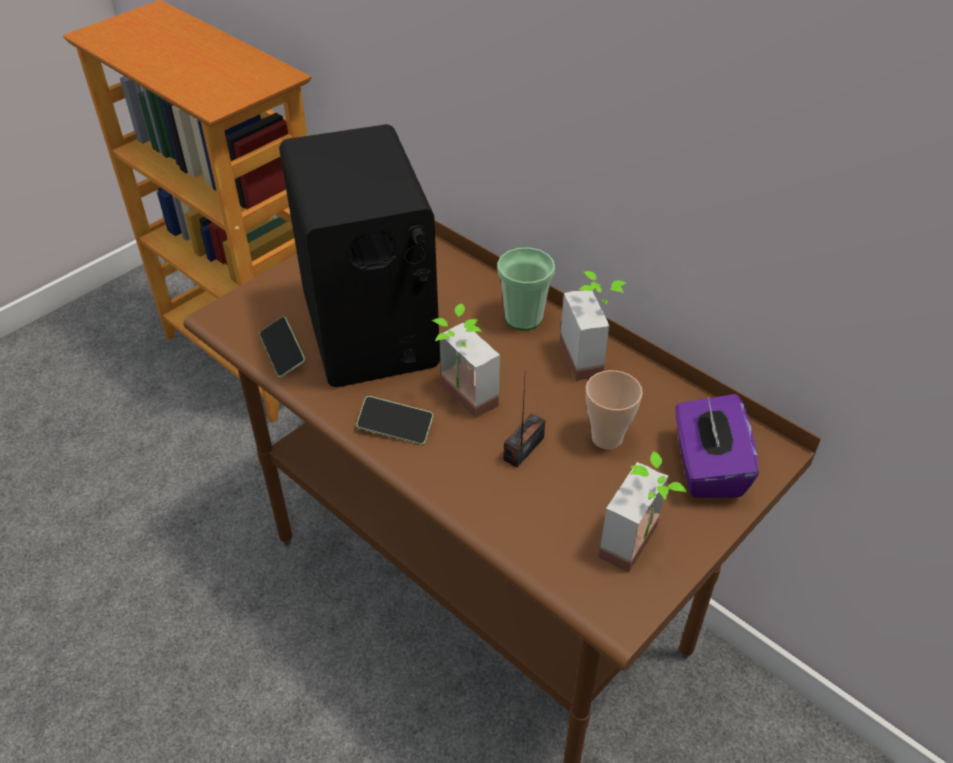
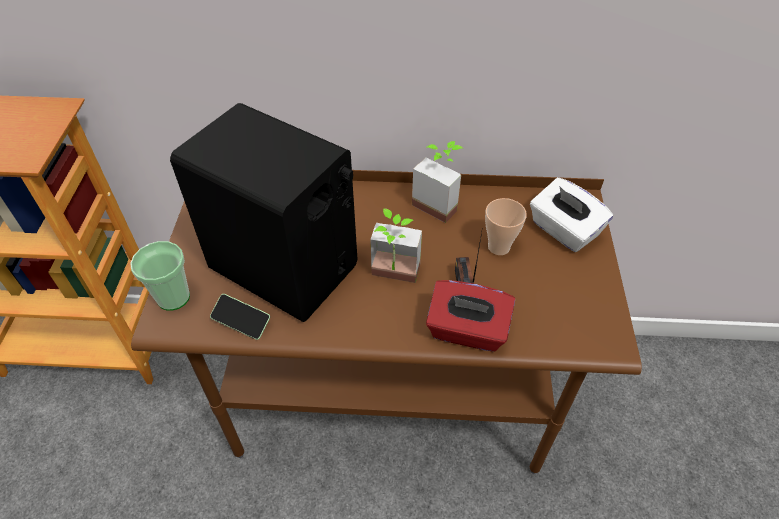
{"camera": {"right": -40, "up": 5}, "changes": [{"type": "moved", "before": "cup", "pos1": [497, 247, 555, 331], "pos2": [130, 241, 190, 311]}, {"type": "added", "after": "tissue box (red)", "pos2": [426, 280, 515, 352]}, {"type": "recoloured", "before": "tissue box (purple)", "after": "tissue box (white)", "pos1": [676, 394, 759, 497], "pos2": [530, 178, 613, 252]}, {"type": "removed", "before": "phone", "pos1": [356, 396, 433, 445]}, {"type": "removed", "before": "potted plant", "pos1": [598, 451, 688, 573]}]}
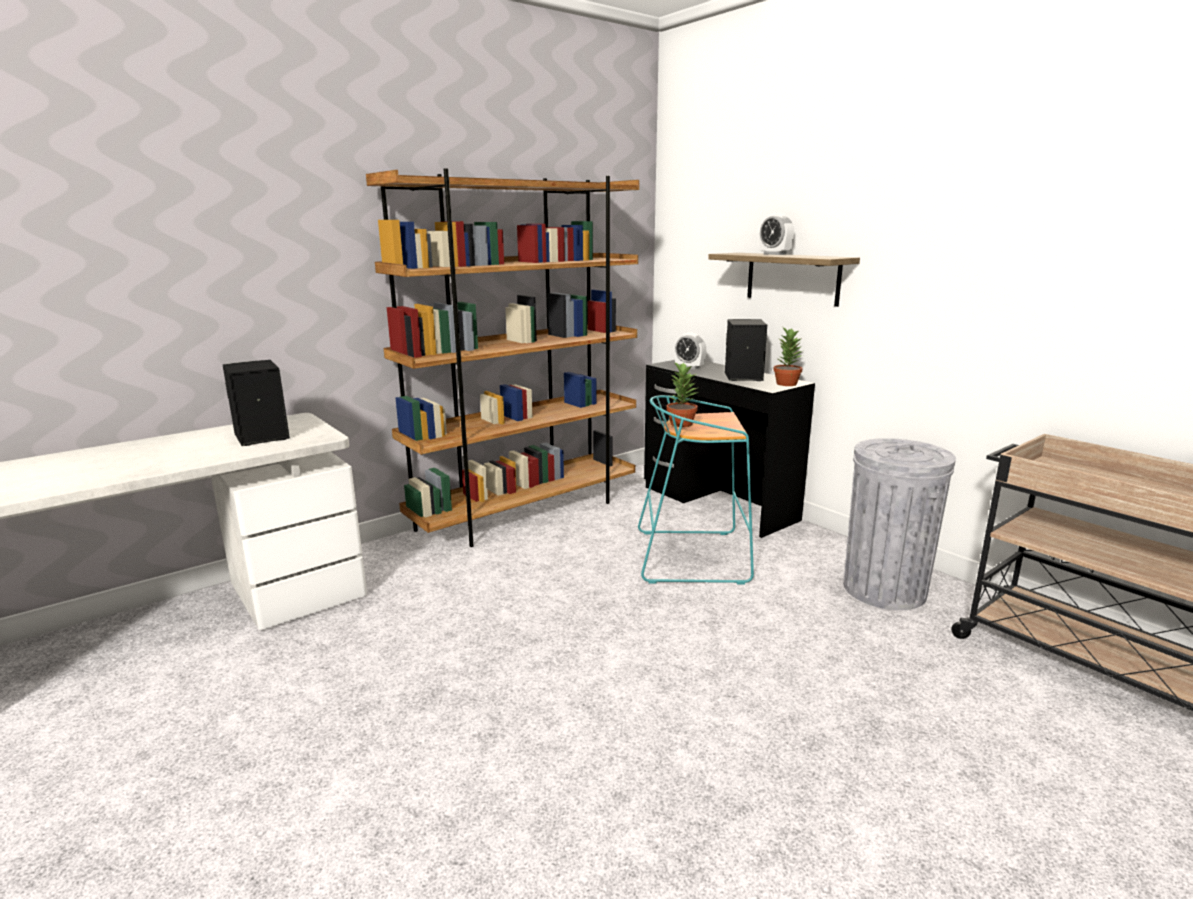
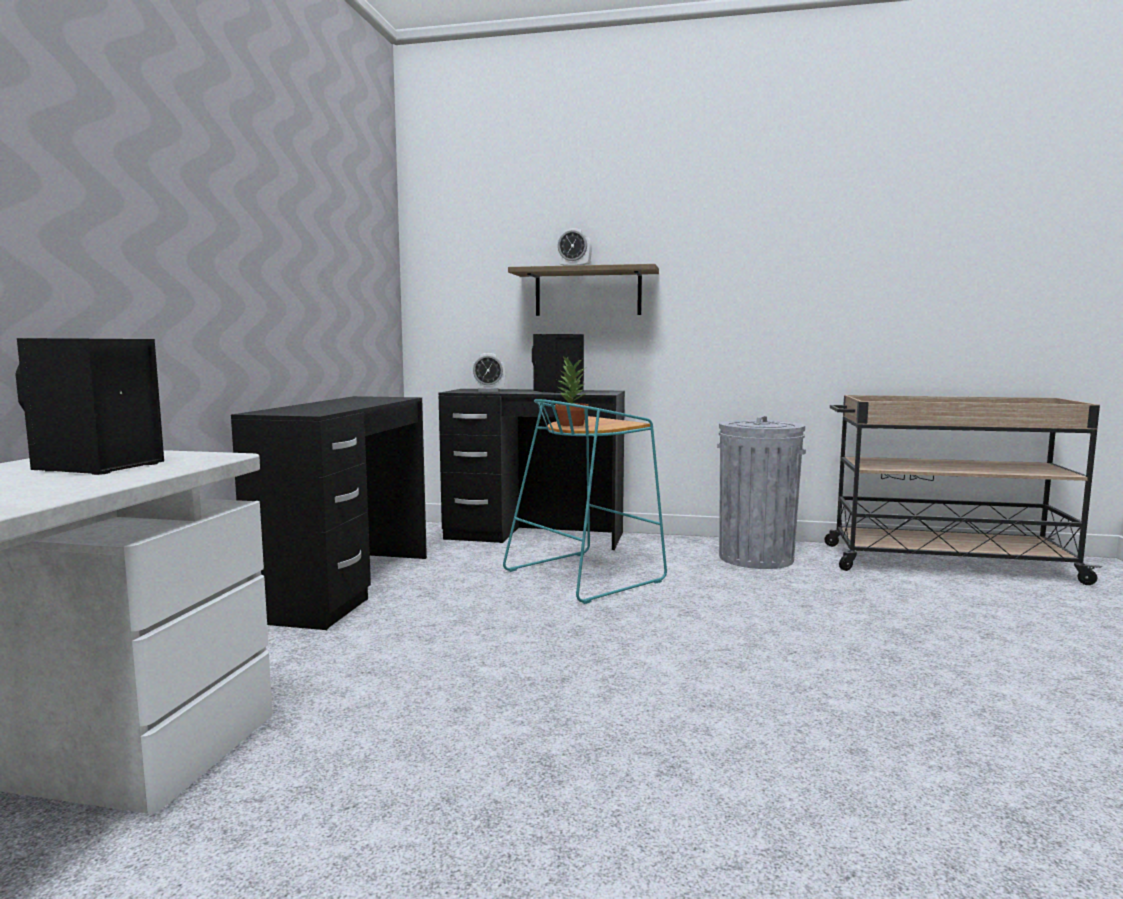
{"camera": {"right": -40, "up": -10}, "changes": [{"type": "replaced", "before": "bookcase (brown)", "after": "desk (black)", "pos1": [366, 168, 639, 547], "pos2": [231, 396, 427, 630]}, {"type": "removed", "before": "potted plant", "pos1": [773, 328, 803, 386]}]}
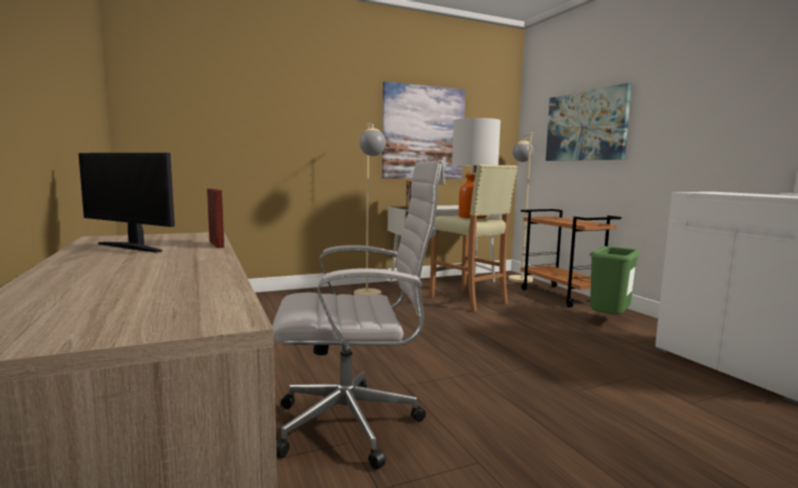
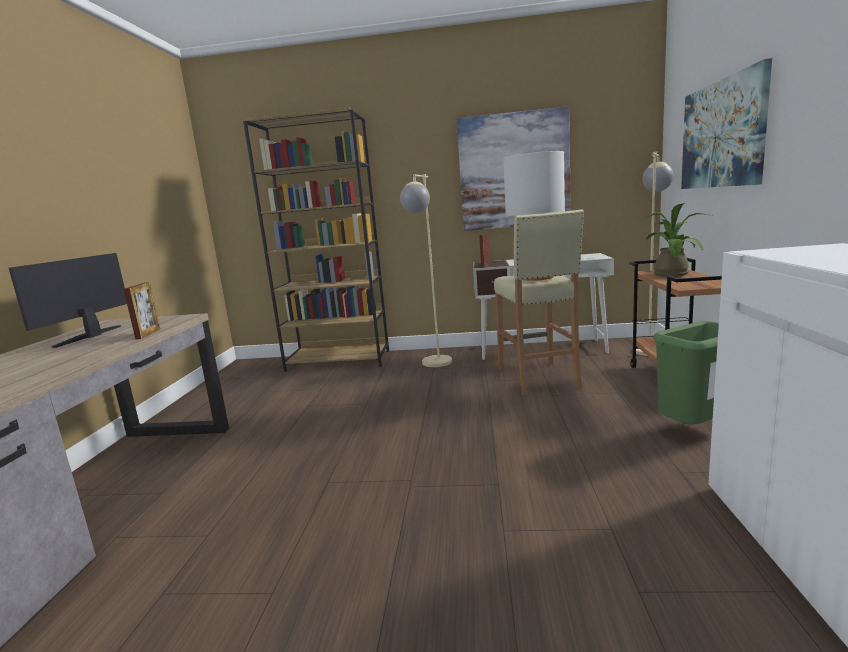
{"camera": {"right": 30, "up": 5}, "changes": [{"type": "turned", "before": "monitor", "pos1": [78, 153, 175, 253], "pos2": [9, 253, 127, 348], "turn": 45}, {"type": "added", "after": "bookcase (brown)", "pos2": [243, 108, 389, 372]}, {"type": "added", "after": "potted plant", "pos2": [642, 203, 712, 277]}, {"type": "removed", "before": "office chair (white)", "pos1": [272, 160, 445, 470]}]}
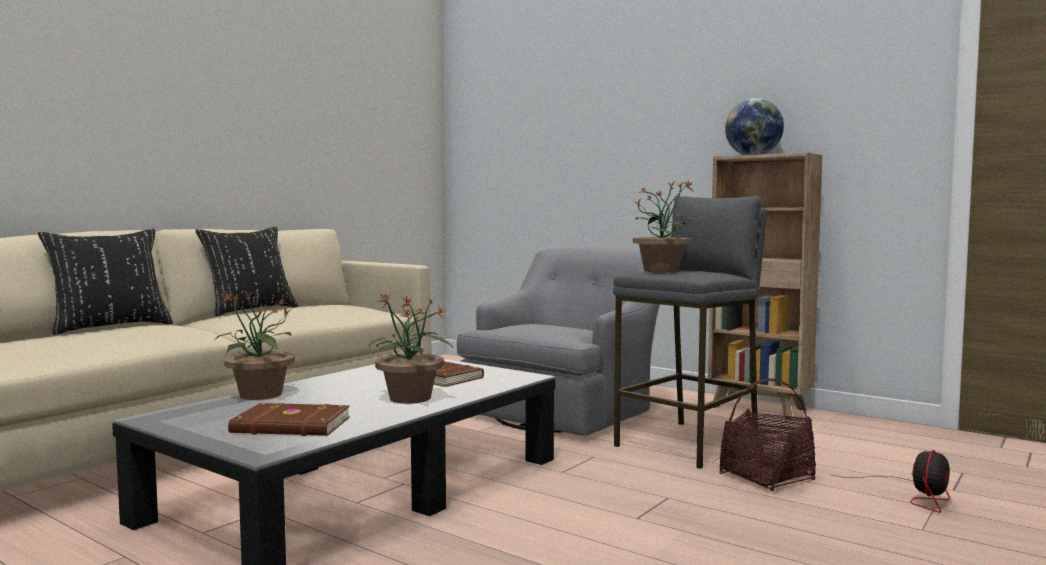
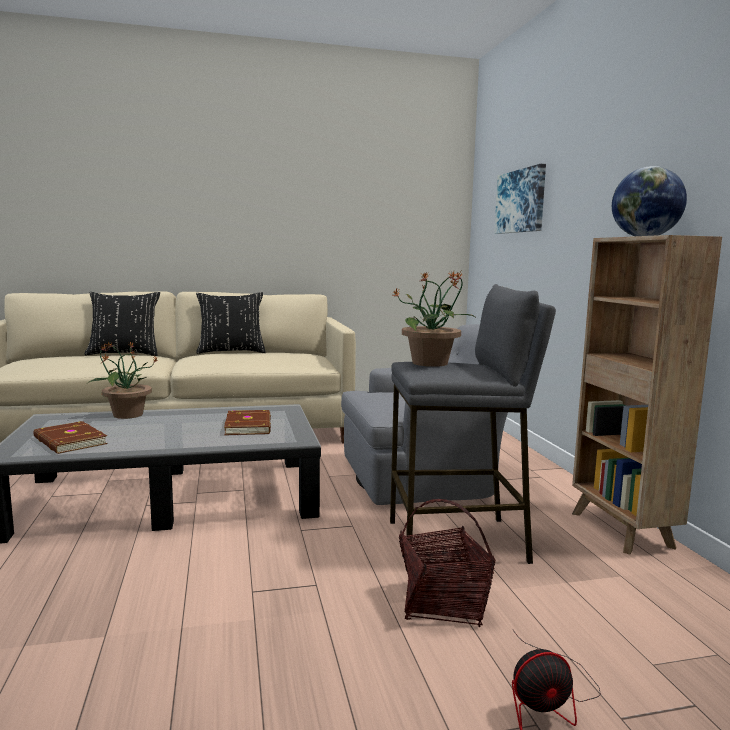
{"camera": {"right": 40, "up": 5}, "changes": [{"type": "added", "after": "picture", "pos2": [494, 164, 546, 234]}, {"type": "removed", "before": "potted plant", "pos1": [369, 293, 453, 404]}]}
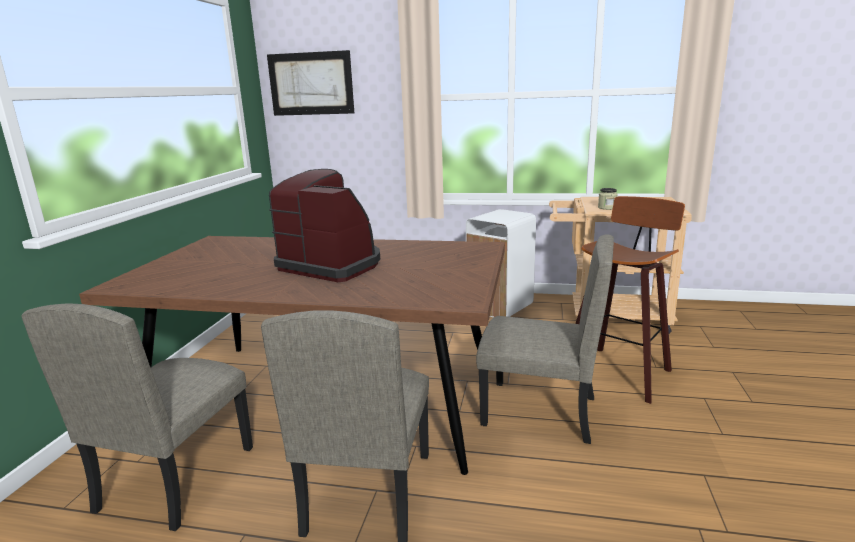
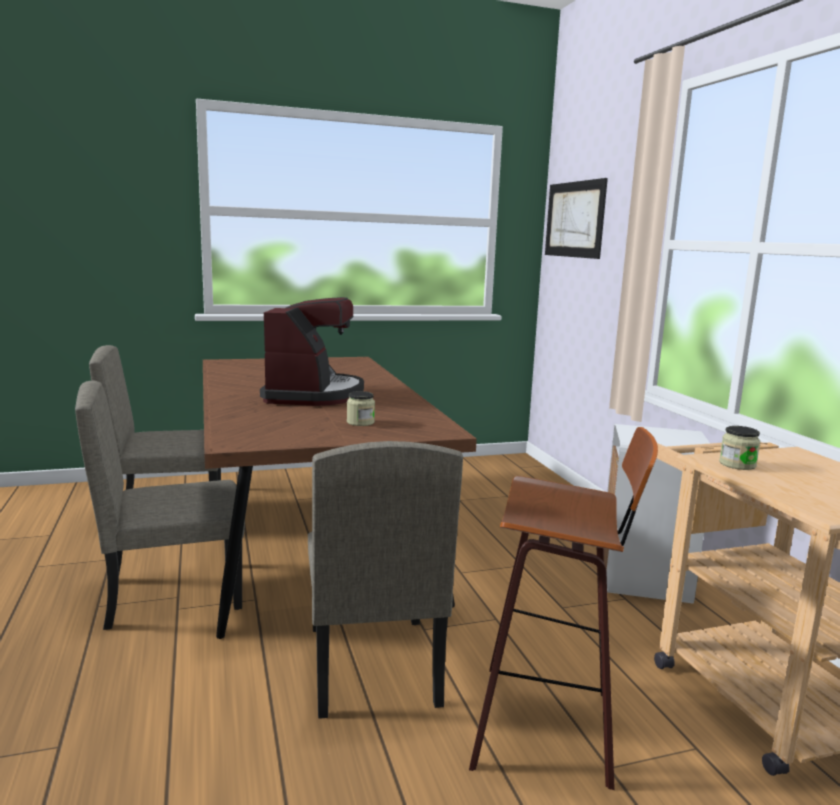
{"camera": {"right": 60, "up": -5}, "changes": [{"type": "added", "after": "jar", "pos2": [347, 391, 375, 426]}]}
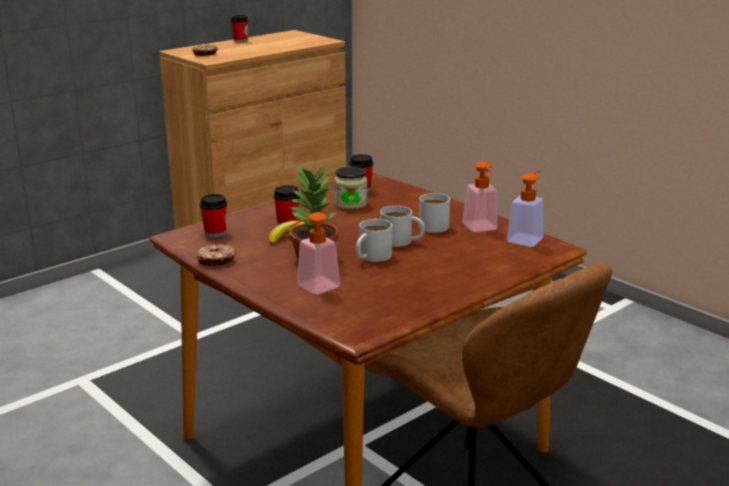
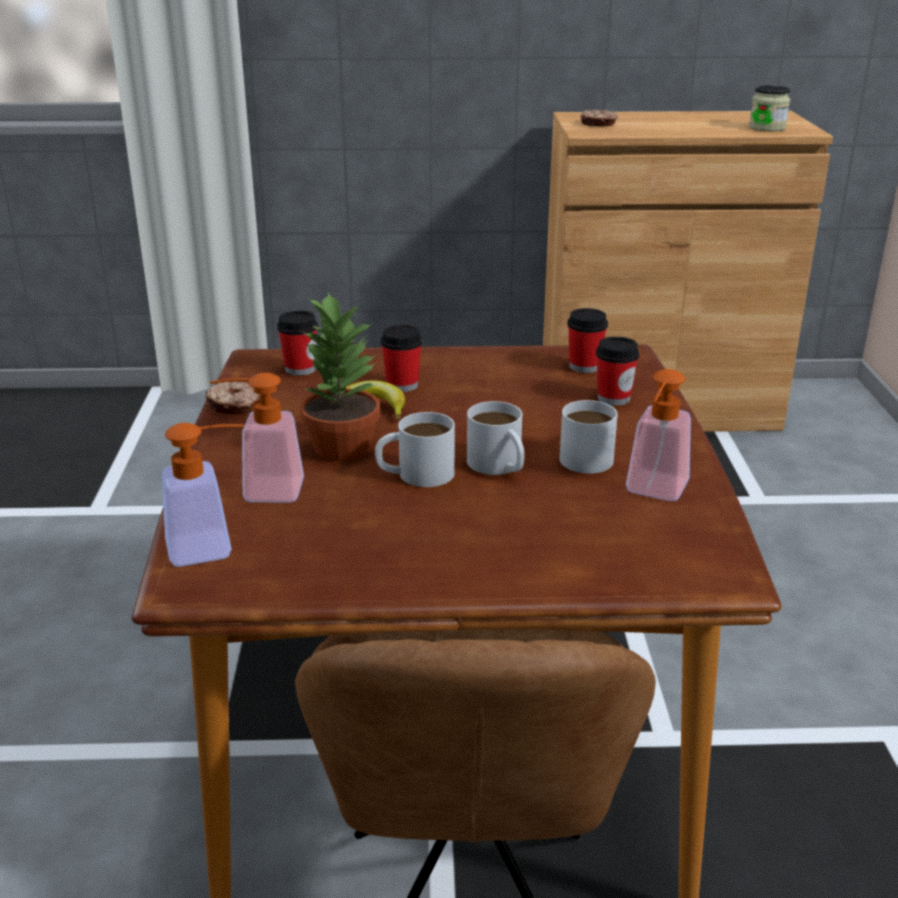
{"camera": {"right": 40, "up": 5}, "changes": [{"type": "moved", "before": "soap dispenser", "pos1": [507, 170, 543, 247], "pos2": [162, 423, 244, 567]}, {"type": "moved", "before": "cup", "pos1": [231, 15, 249, 43], "pos2": [596, 336, 639, 406]}, {"type": "moved", "before": "jar", "pos1": [334, 166, 367, 210], "pos2": [749, 85, 790, 132]}]}
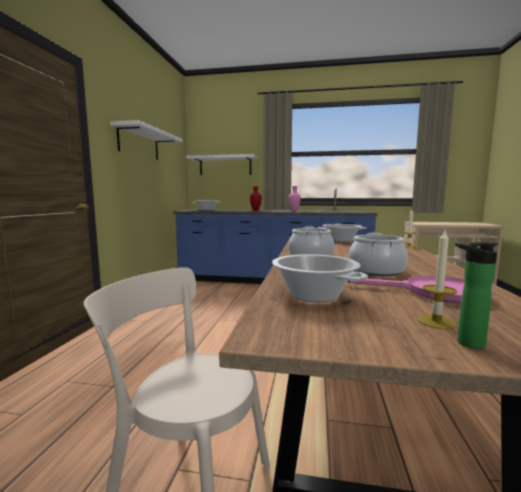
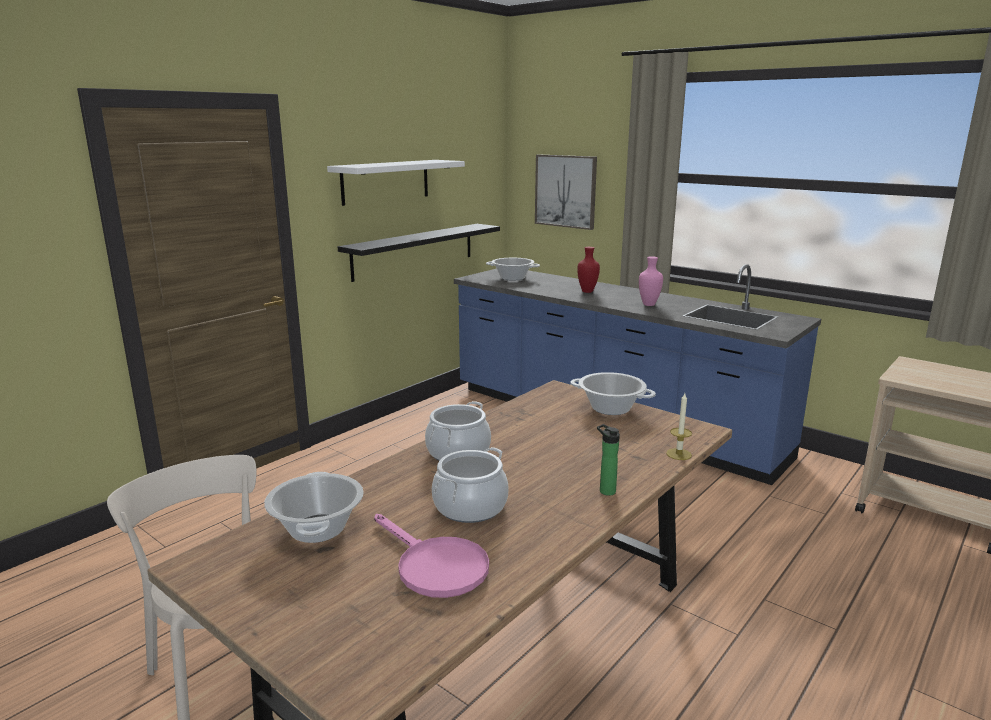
{"camera": {"right": 30, "up": 10}, "changes": [{"type": "added", "after": "shelf (black)", "pos2": [338, 224, 500, 282]}, {"type": "replaced", "before": "shelf (white)", "after": "picture", "pos1": [186, 154, 258, 175], "pos2": [535, 154, 597, 230]}, {"type": "moved", "before": "bottle", "pos1": [455, 242, 498, 349], "pos2": [597, 424, 620, 496]}, {"type": "removed", "before": "candle", "pos1": [417, 231, 457, 329]}]}
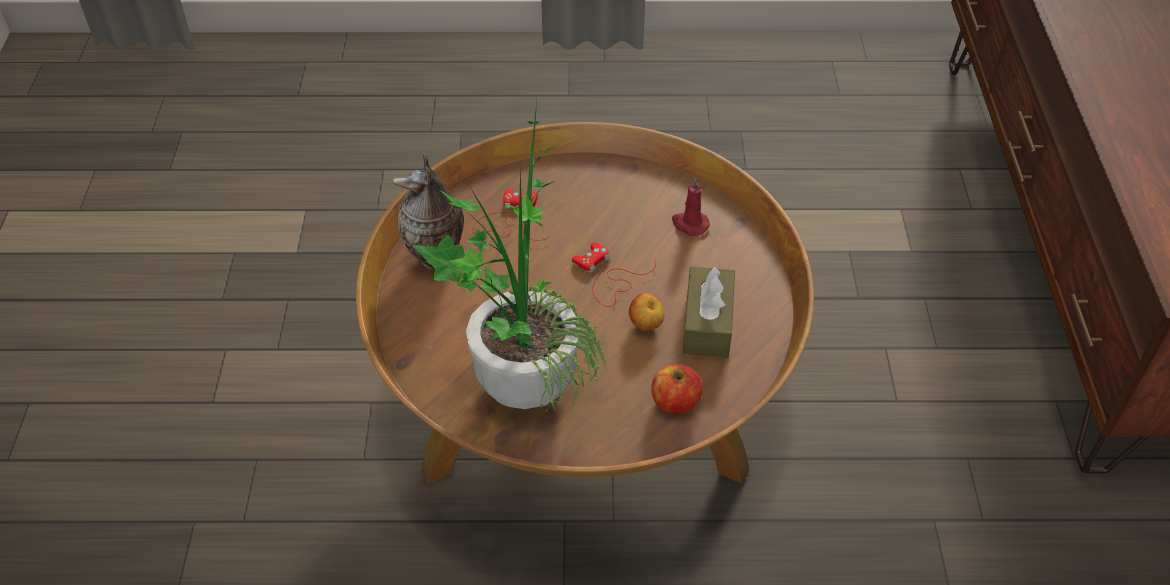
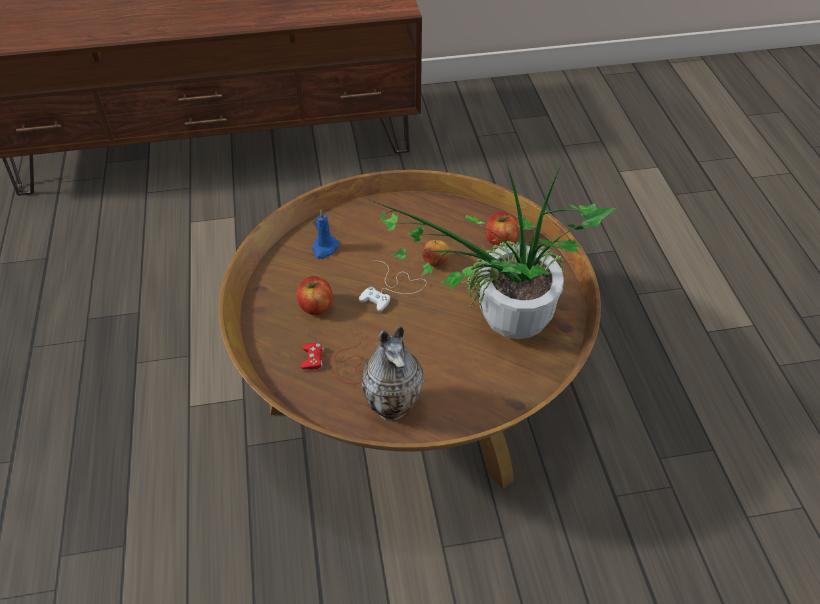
{"camera": {"right": -100, "up": 0}, "changes": [{"type": "added", "after": "apple", "pos2": [296, 276, 332, 315]}, {"type": "recoloured", "before": "candle (red)", "after": "candle (blue)", "pos1": [672, 178, 710, 236], "pos2": [312, 209, 340, 259]}, {"type": "recoloured", "before": "game controller (red)", "after": "game controller (white)", "pos1": [572, 242, 656, 307], "pos2": [359, 261, 426, 312]}, {"type": "removed", "before": "tissue box (brown)", "pos1": [682, 266, 735, 358]}]}
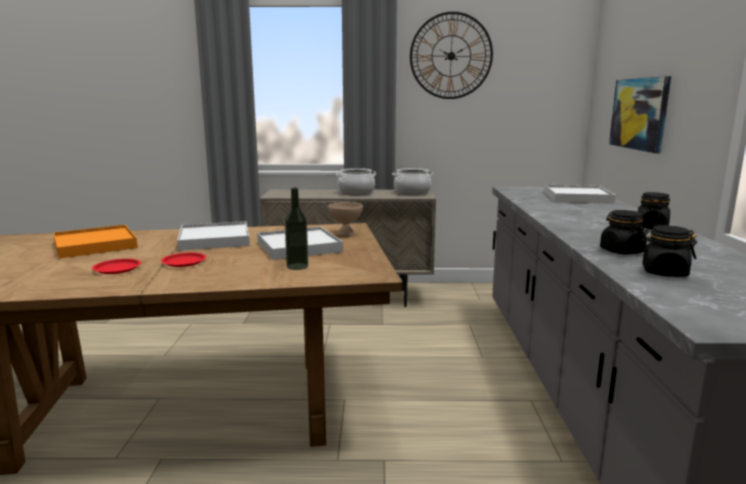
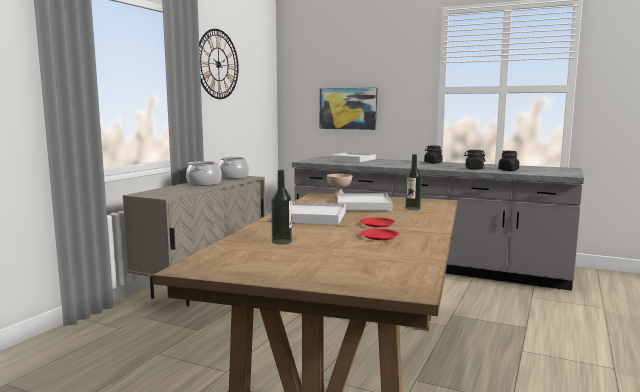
{"camera": {"right": -65, "up": -5}, "changes": [{"type": "replaced", "before": "tray (orange)", "after": "bottle", "pos1": [53, 225, 138, 258], "pos2": [271, 170, 292, 245]}]}
